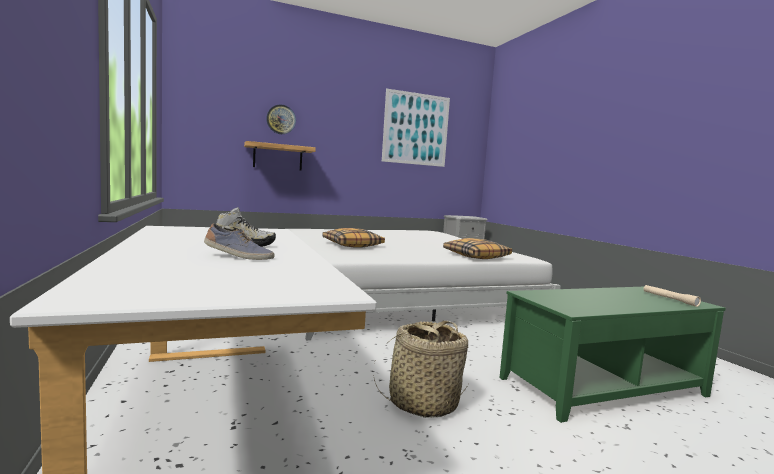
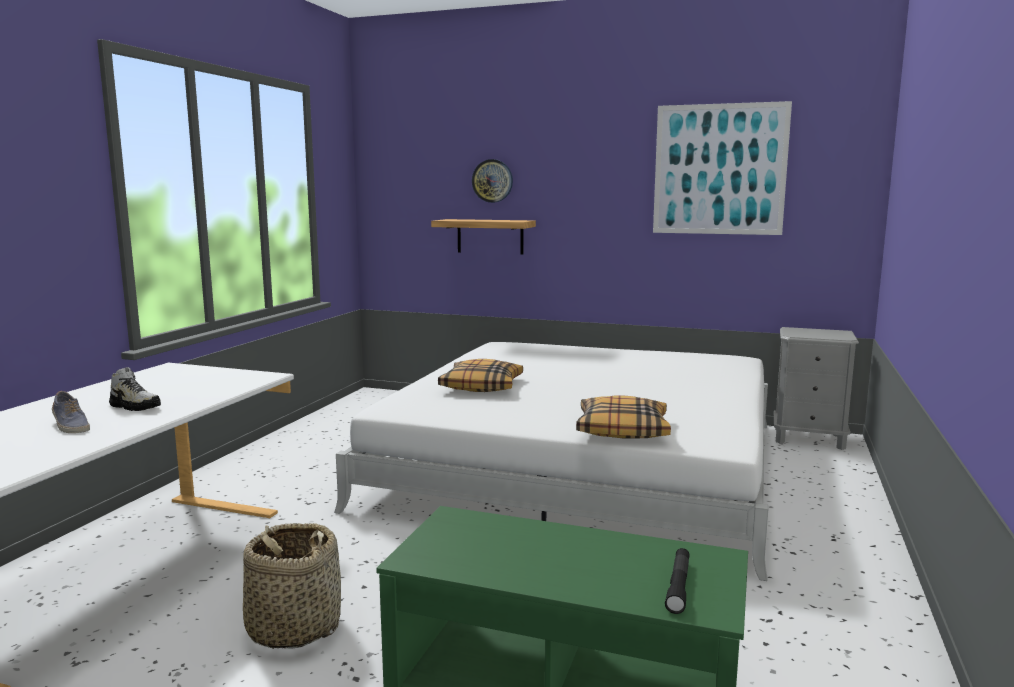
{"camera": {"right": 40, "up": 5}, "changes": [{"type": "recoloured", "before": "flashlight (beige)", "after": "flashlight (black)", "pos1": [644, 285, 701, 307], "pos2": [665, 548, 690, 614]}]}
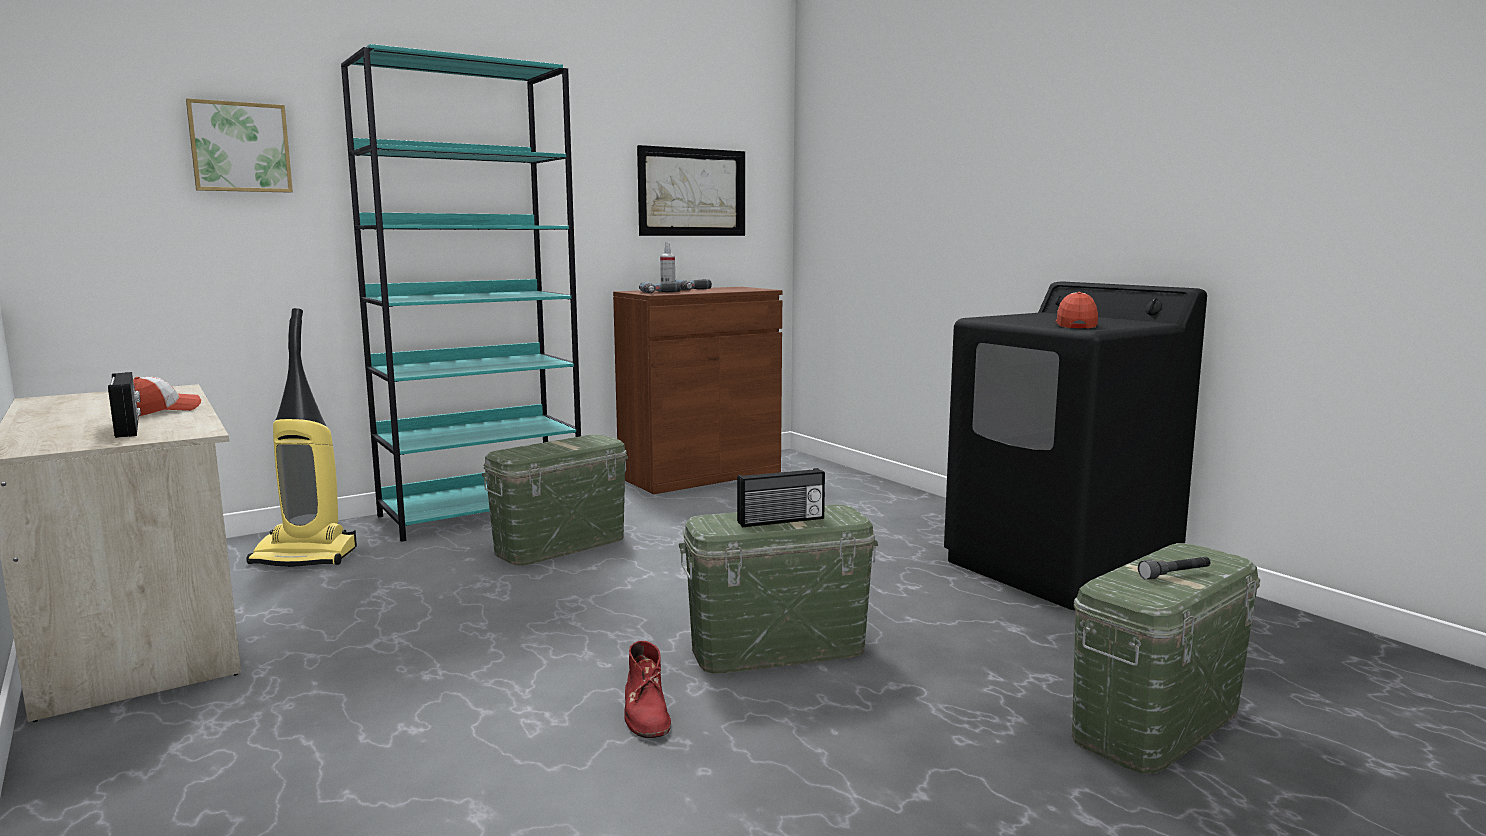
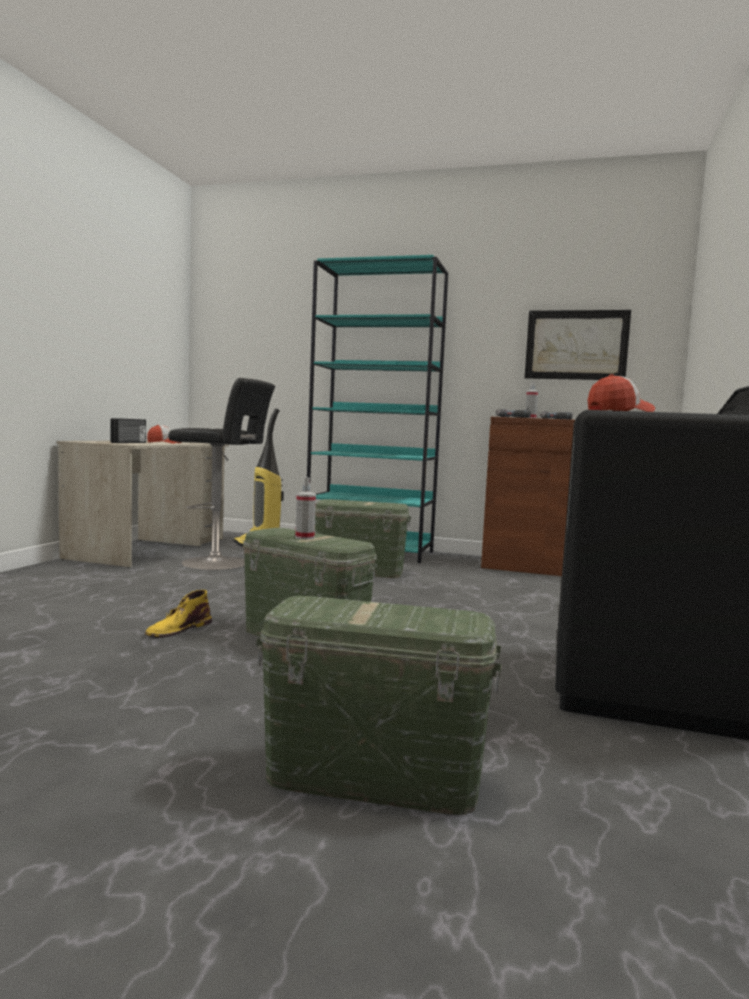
{"camera": {"right": 50, "up": -5}, "changes": [{"type": "recoloured", "before": "boot (red)", "after": "boot (yellow)", "pos1": [624, 641, 671, 738], "pos2": [145, 590, 212, 638]}, {"type": "added", "after": "stool (black)", "pos2": [168, 378, 275, 570]}, {"type": "replaced", "before": "radio", "after": "spray bottle", "pos1": [737, 468, 825, 527], "pos2": [295, 477, 316, 539]}, {"type": "removed", "before": "picture", "pos1": [186, 98, 293, 193]}, {"type": "removed", "before": "flashlight (grey)", "pos1": [1138, 557, 1211, 580]}]}
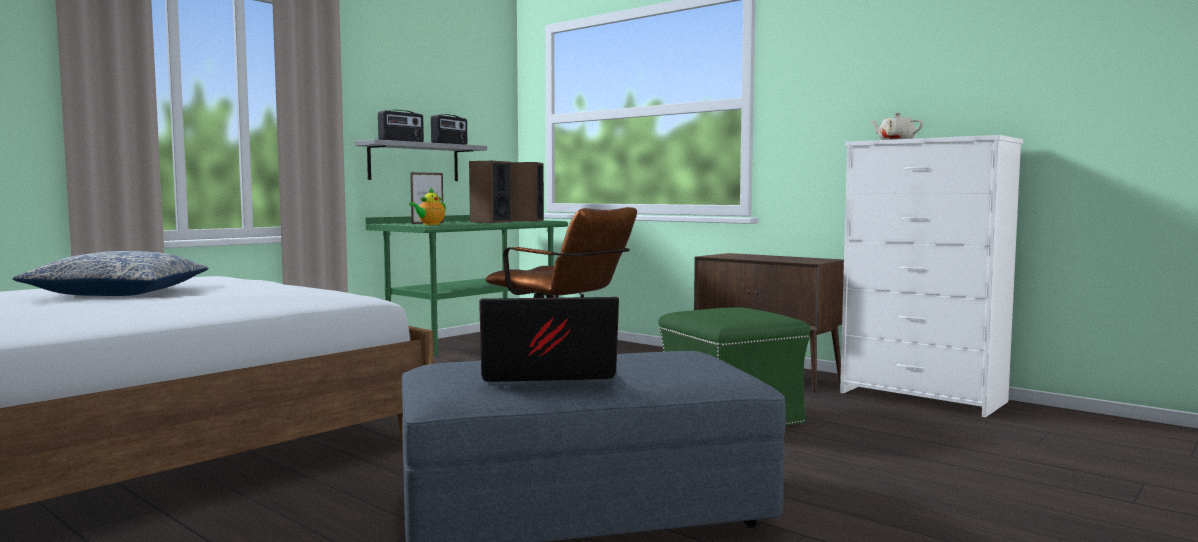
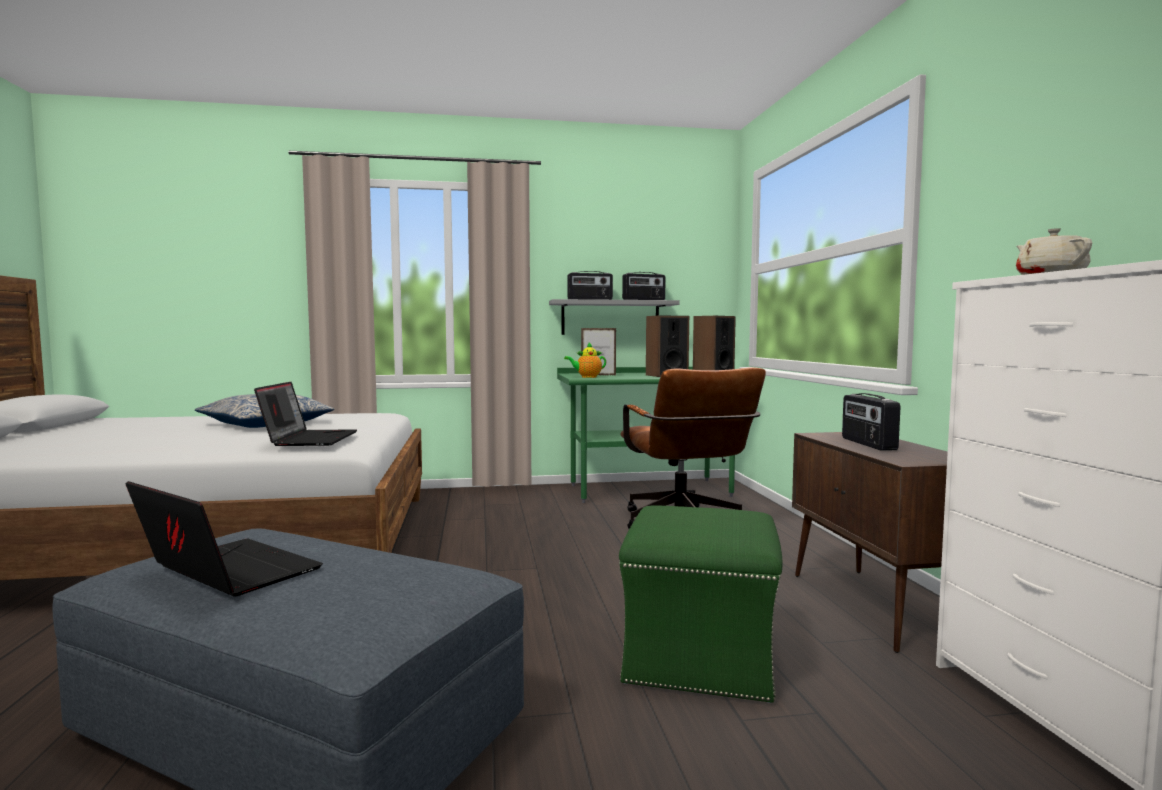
{"camera": {"right": 40, "up": 0}, "changes": [{"type": "added", "after": "laptop", "pos2": [254, 382, 357, 446]}, {"type": "added", "after": "radio", "pos2": [842, 393, 900, 451]}]}
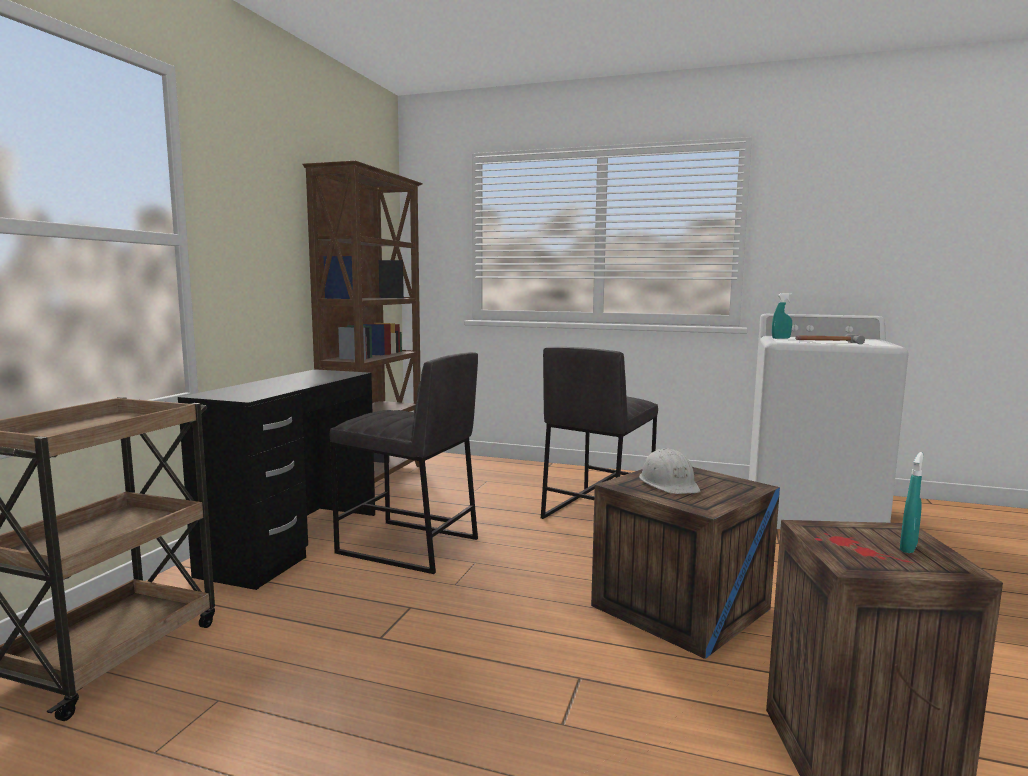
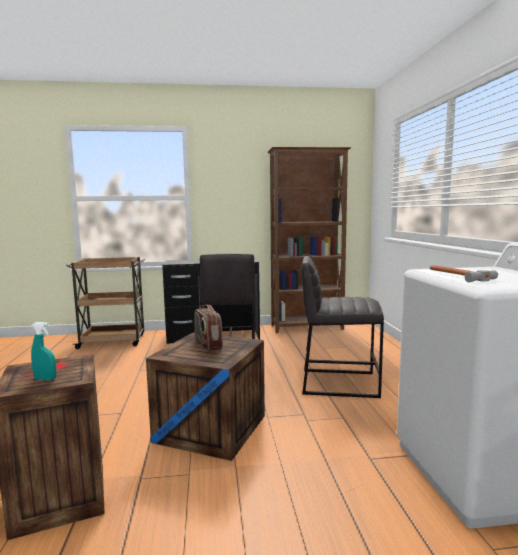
{"camera": {"right": 65, "up": 0}, "changes": [{"type": "replaced", "before": "hard hat (white)", "after": "radio", "pos1": [639, 448, 701, 494], "pos2": [195, 304, 223, 351]}, {"type": "removed", "before": "spray bottle (turquoise)", "pos1": [772, 293, 792, 339]}]}
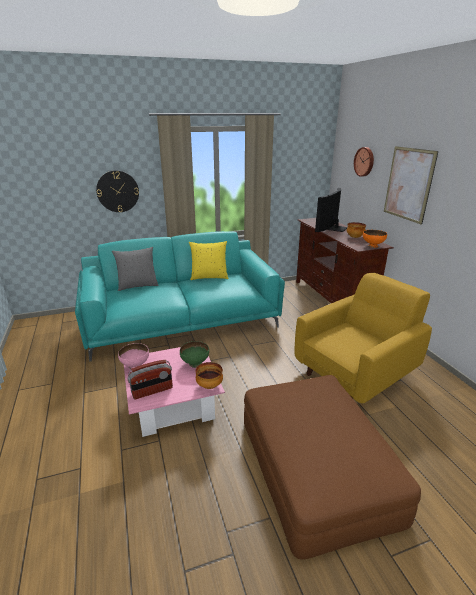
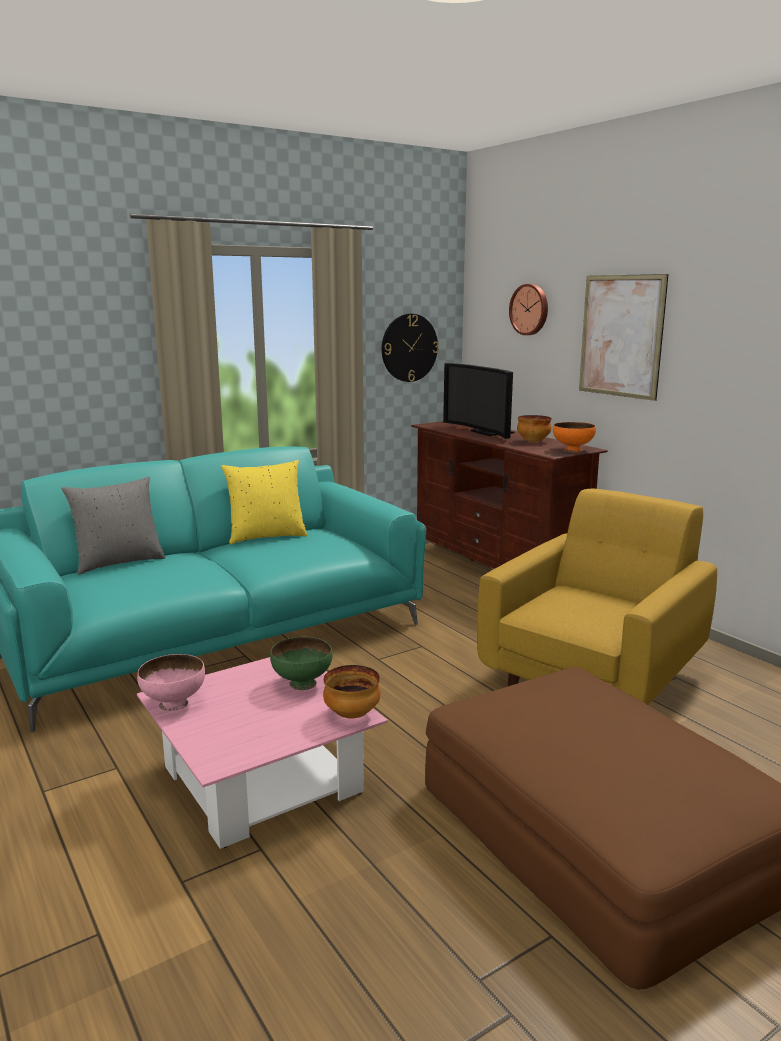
{"camera": {"right": -15, "up": -10}, "changes": [{"type": "moved", "before": "wall clock", "pos1": [96, 170, 139, 212], "pos2": [382, 314, 439, 382]}, {"type": "turned", "before": "television", "pos1": [315, 188, 347, 232], "pos2": [443, 363, 515, 439], "turn": -45}, {"type": "removed", "before": "radio", "pos1": [127, 360, 173, 399]}]}
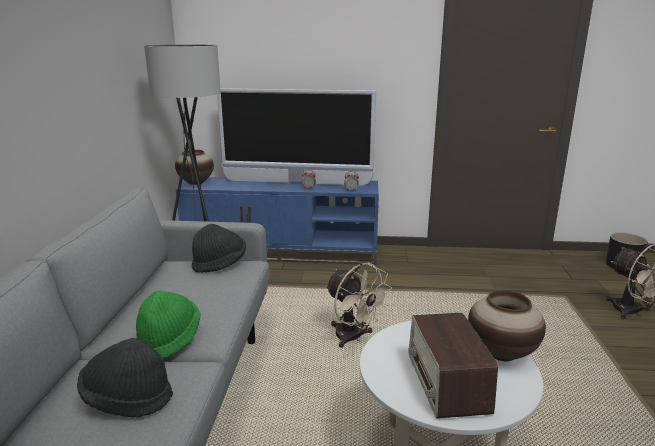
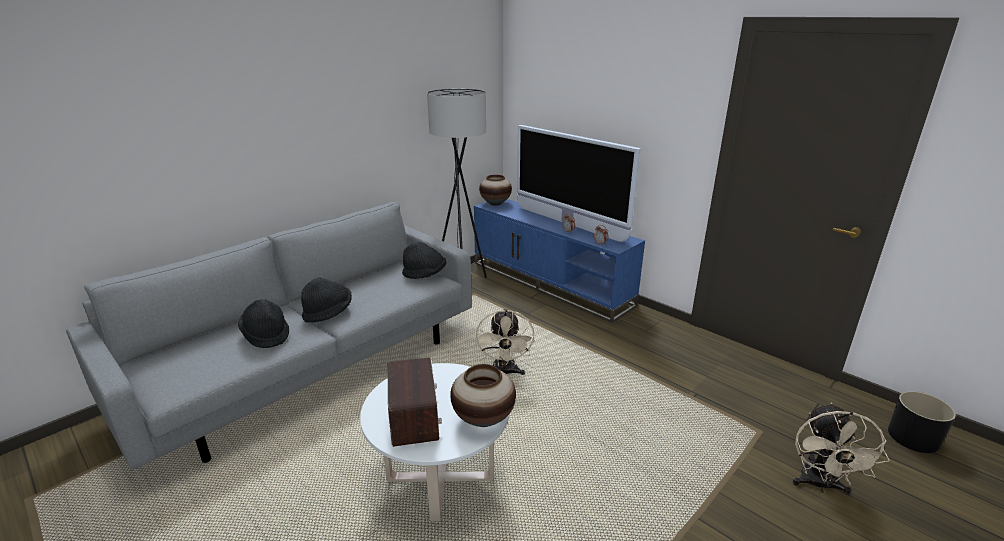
{"camera": {"right": 40, "up": 5}, "changes": [{"type": "recoloured", "before": "hat (green)", "after": "hat (black)", "pos1": [136, 291, 200, 359], "pos2": [301, 278, 352, 323]}, {"type": "turned", "before": "radio", "pos1": [408, 313, 498, 419], "pos2": [387, 358, 442, 447], "turn": 135}]}
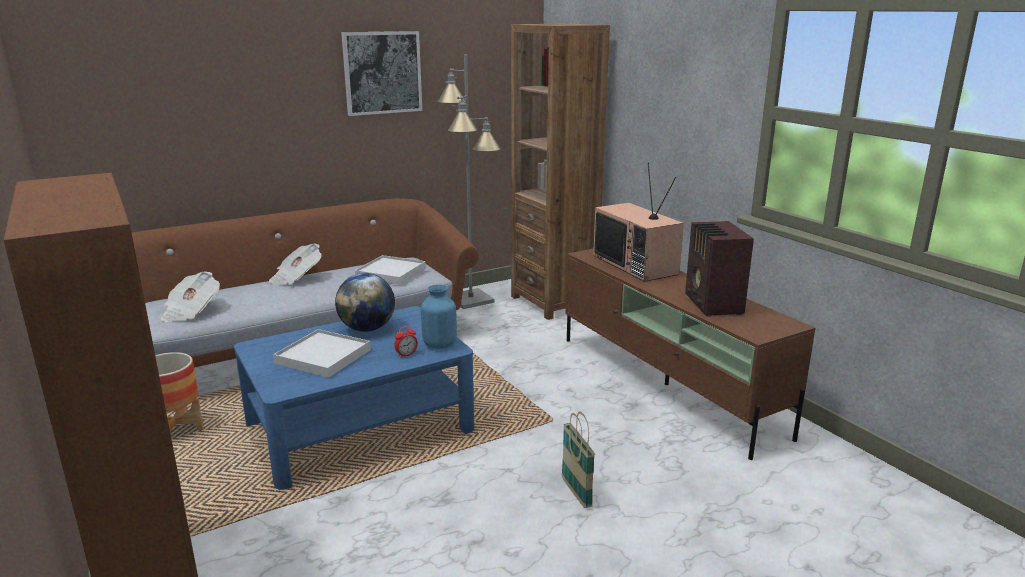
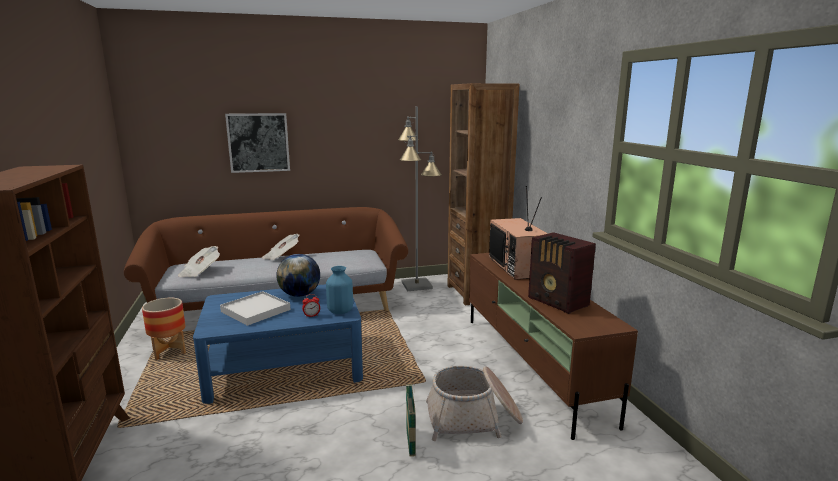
{"camera": {"right": 15, "up": -5}, "changes": [{"type": "moved", "before": "picture", "pos1": [341, 31, 422, 116], "pos2": [225, 113, 290, 173]}, {"type": "added", "after": "basket", "pos2": [426, 366, 523, 441]}, {"type": "turned", "before": "radio", "pos1": [685, 221, 754, 317], "pos2": [528, 232, 596, 314], "turn": -45}, {"type": "removed", "before": "tray (white)", "pos1": [355, 255, 426, 285]}]}
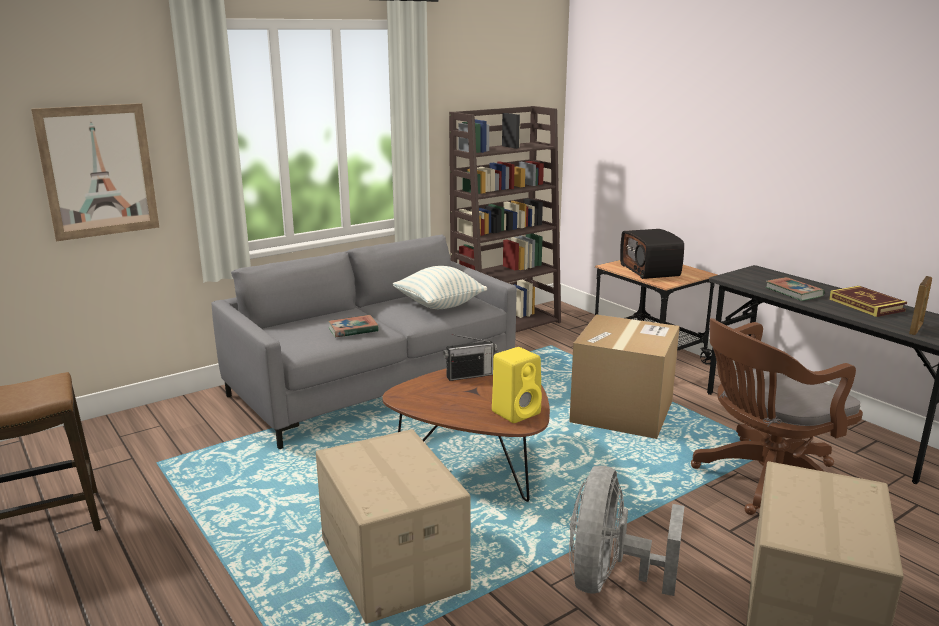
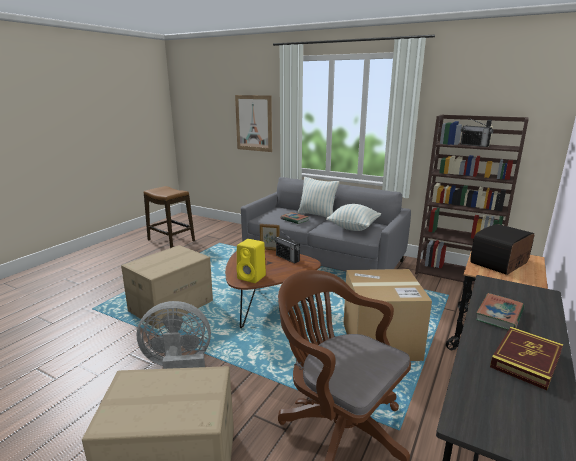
{"camera": {"right": 65, "up": 0}, "changes": [{"type": "moved", "before": "picture frame", "pos1": [909, 276, 932, 335], "pos2": [260, 224, 280, 250]}, {"type": "added", "after": "pillow", "pos2": [298, 177, 339, 218]}, {"type": "added", "after": "radio", "pos2": [461, 118, 494, 147]}]}
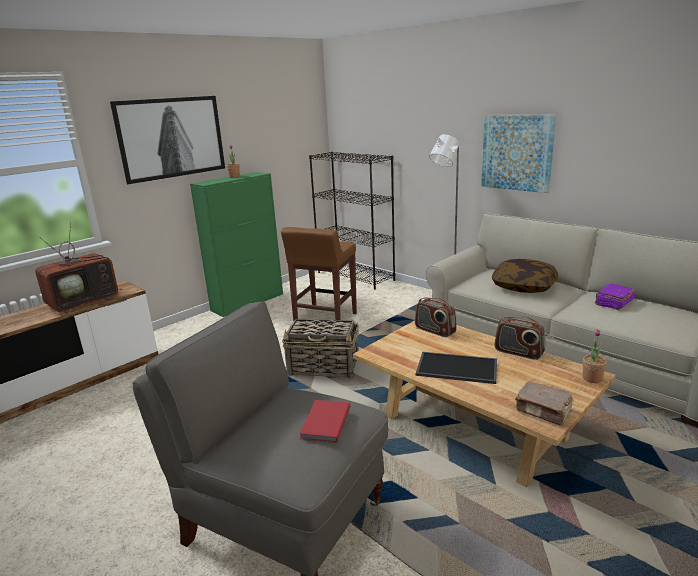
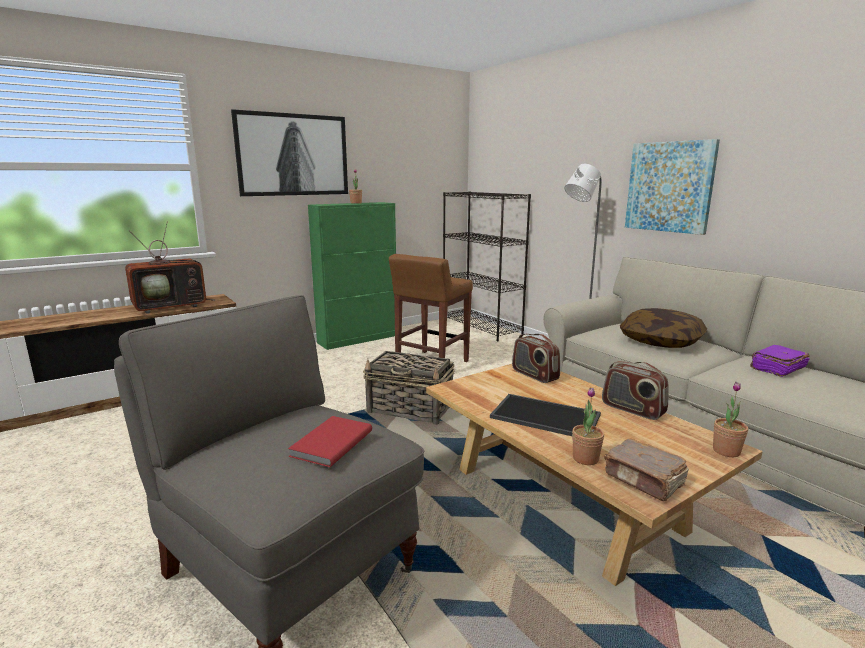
{"camera": {"right": 10, "up": -5}, "changes": [{"type": "added", "after": "potted plant", "pos2": [572, 388, 604, 465]}]}
